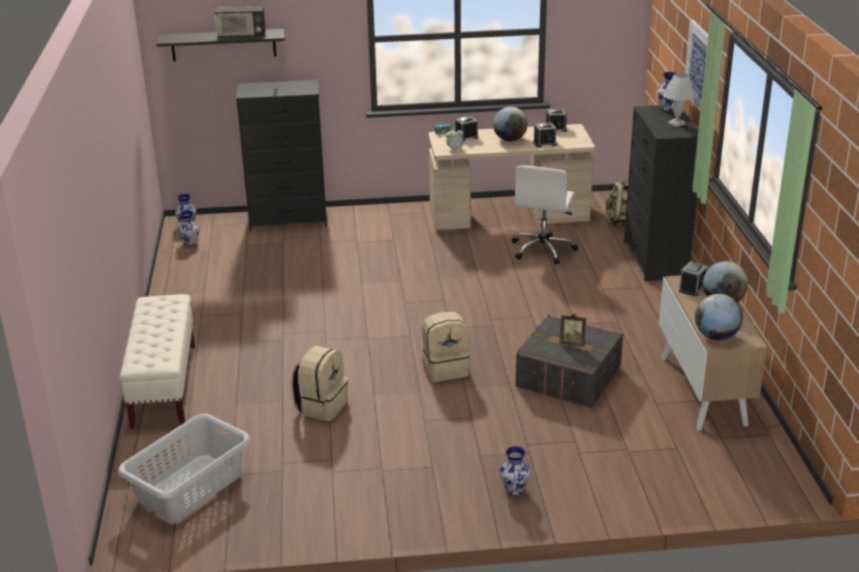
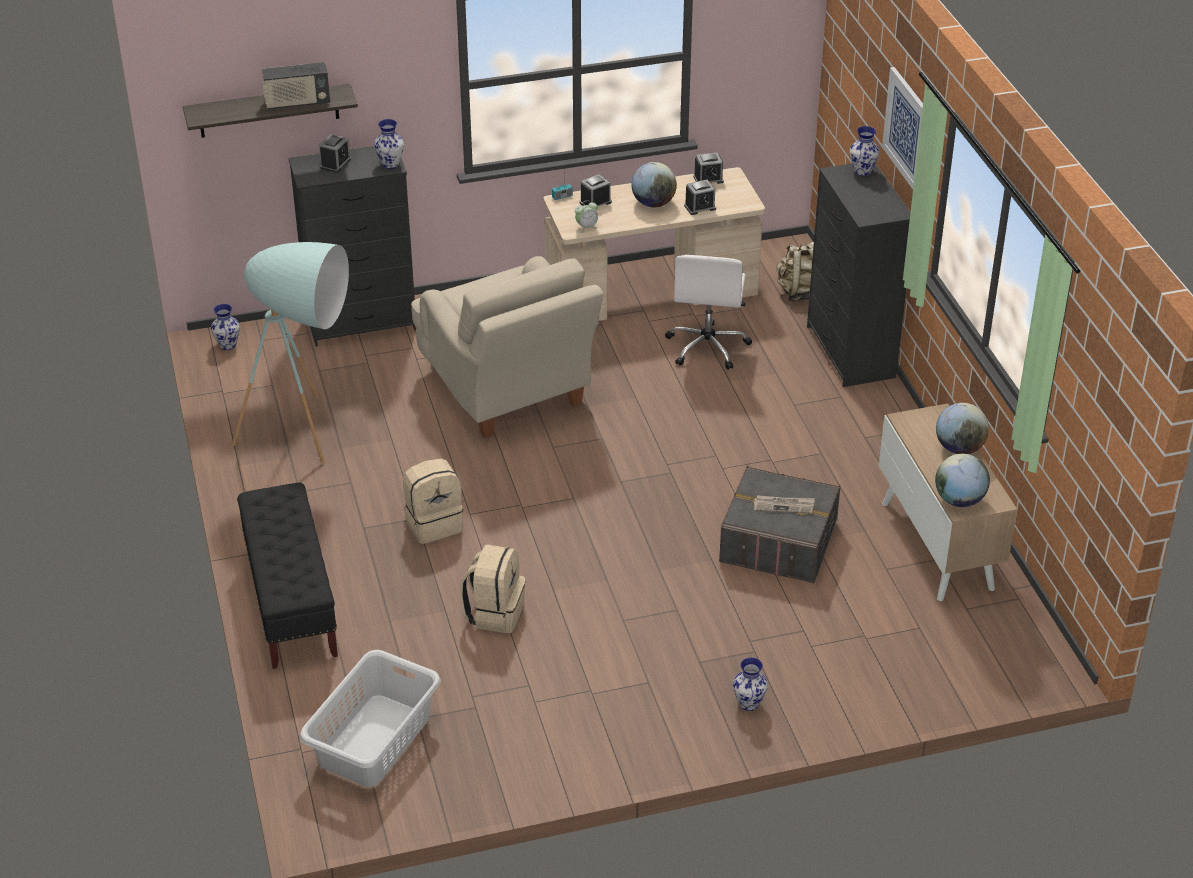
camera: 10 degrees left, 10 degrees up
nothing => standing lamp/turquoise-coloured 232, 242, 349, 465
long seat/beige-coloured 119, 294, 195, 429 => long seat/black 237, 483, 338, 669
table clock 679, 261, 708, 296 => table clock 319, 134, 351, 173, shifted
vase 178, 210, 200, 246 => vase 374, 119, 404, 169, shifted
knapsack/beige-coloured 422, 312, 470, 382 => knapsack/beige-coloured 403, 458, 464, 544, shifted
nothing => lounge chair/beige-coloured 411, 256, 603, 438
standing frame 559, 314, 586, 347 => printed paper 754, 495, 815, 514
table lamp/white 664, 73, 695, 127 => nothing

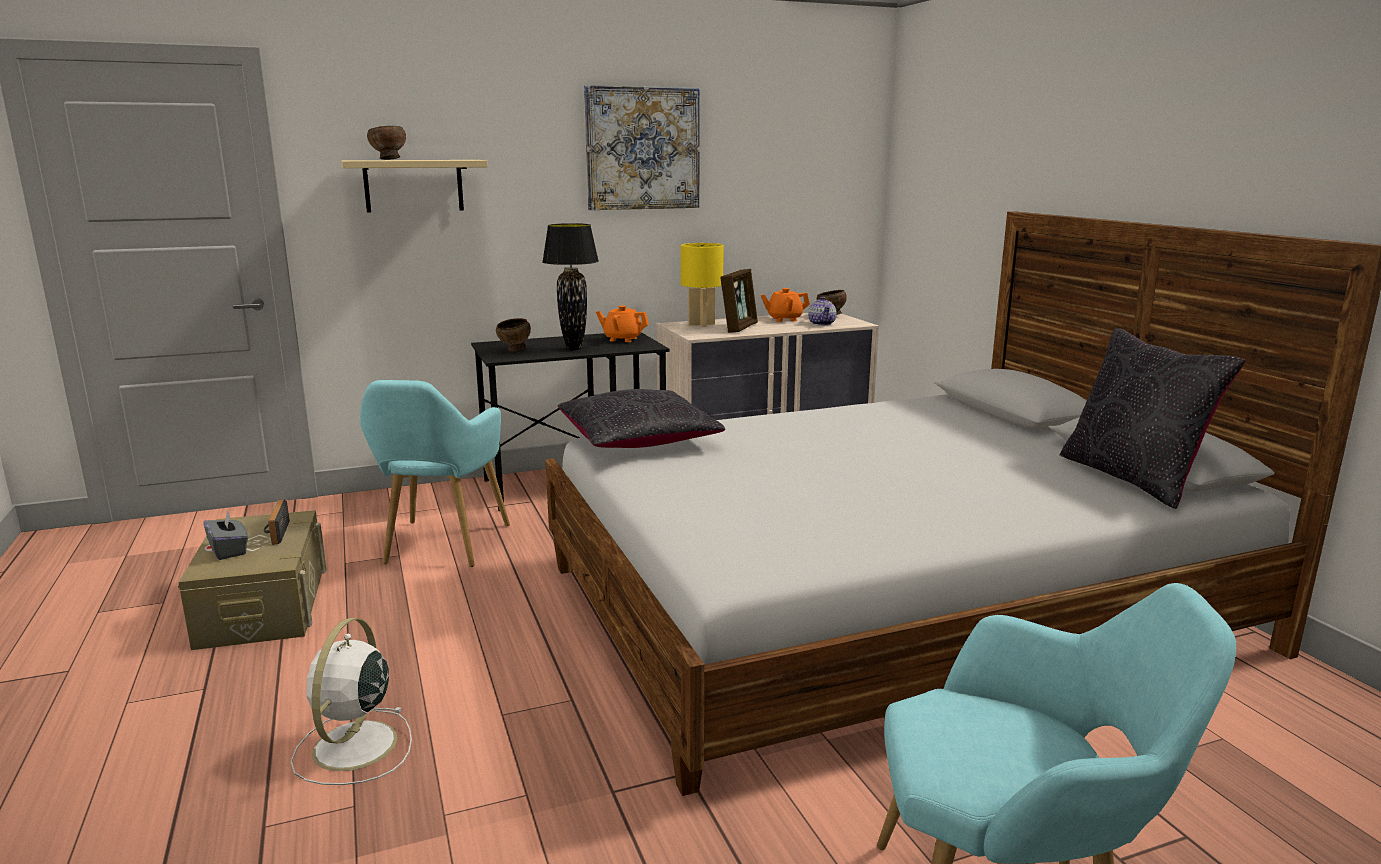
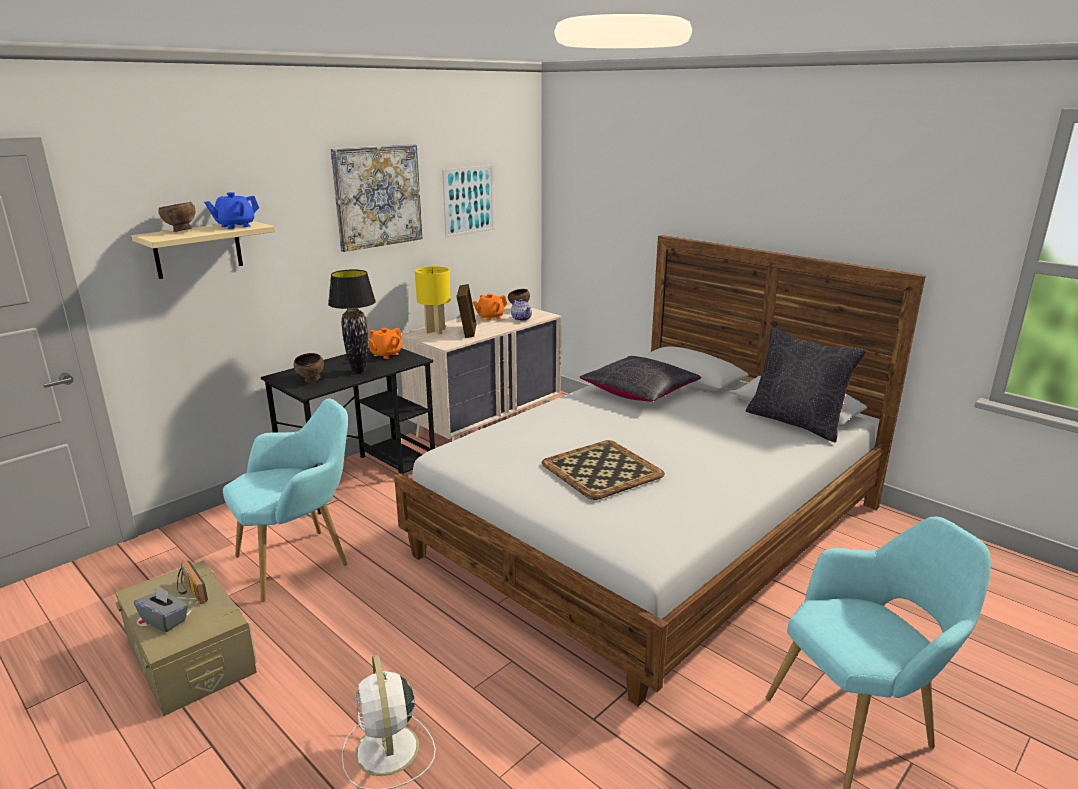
camera: 25 degrees left, 5 degrees up
nothing => pot for tea/bluish 204, 192, 259, 229
lounge chair/turquoise-coloured 360, 380, 510, 567 => lounge chair/turquoise-coloured 223, 399, 348, 602, 105 degrees counterclockwise
pot for tea/orange 596, 305, 649, 342 => pot for tea/orange 368, 328, 402, 359, 45 degrees counterclockwise
nothing => wall picture 442, 165, 494, 238
nothing => serving tray 542, 440, 665, 500
cushion/black 558, 389, 725, 448 => cushion/black 580, 356, 701, 402, shifted

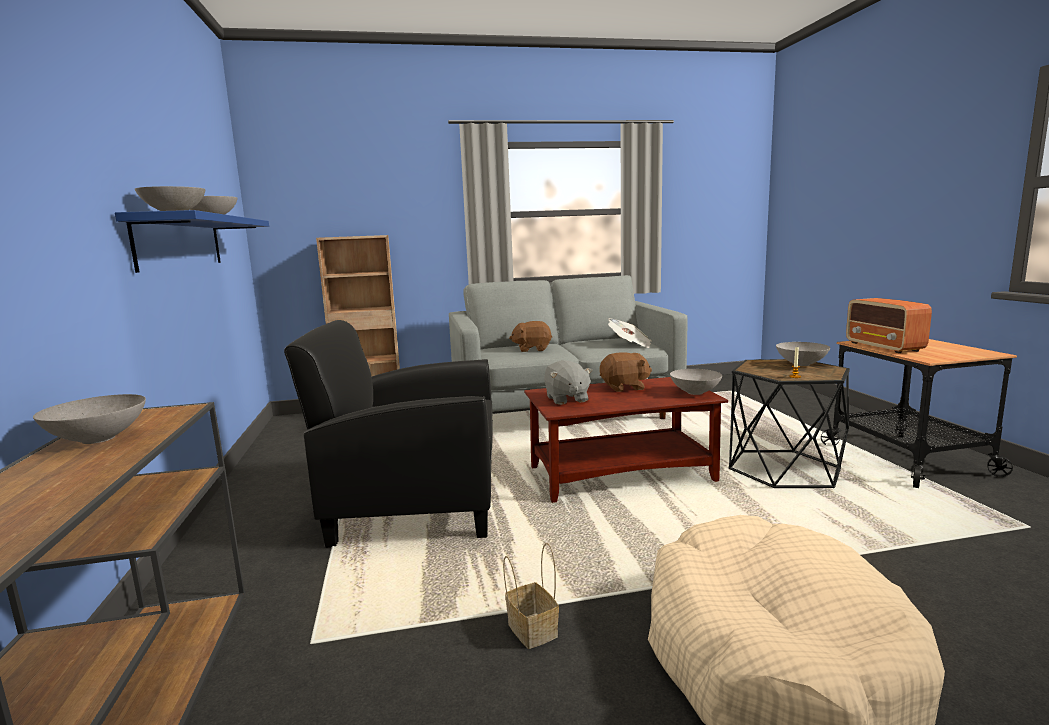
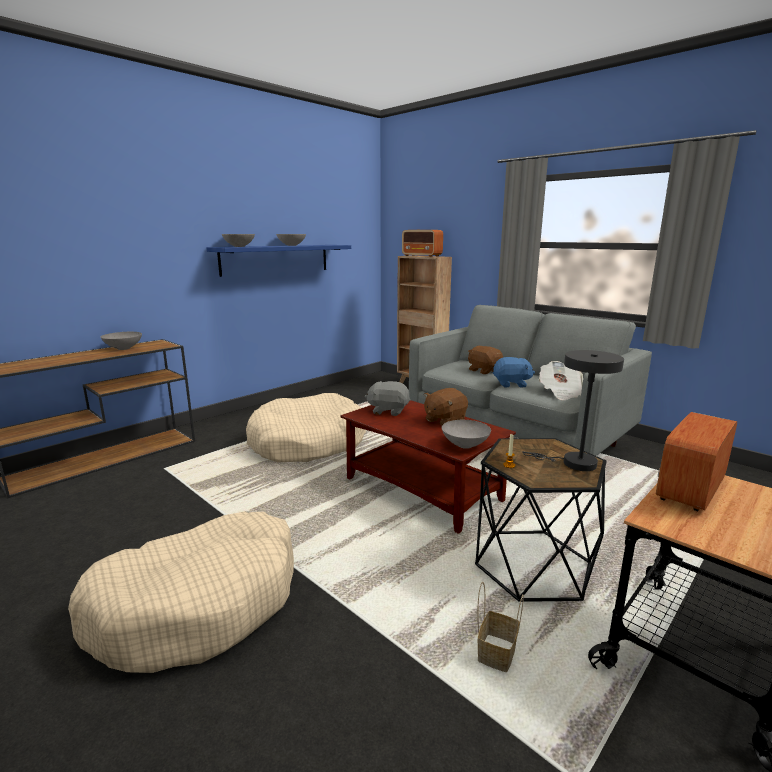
camera: 55 degrees right, 5 degrees up
lounge chair/black 284, 320, 493, 548 => dog bed/beige-coloured 246, 393, 366, 463
soft toy/gray 544, 360, 593, 405 => soft toy/gray 365, 381, 410, 416, 60 degrees clockwise
nothing => radio set 402, 230, 443, 257
soft toy/brown-coloured 599, 352, 652, 392 => soft toy/brown-coloured 424, 388, 468, 426, 90 degrees clockwise
basket 503, 543, 559, 649 => basket 477, 582, 524, 672, shifted
nothing => soft toy/bluish 493, 357, 535, 387
bowl/gray 776, 342, 830, 366 => table lamp/gray 522, 350, 624, 471

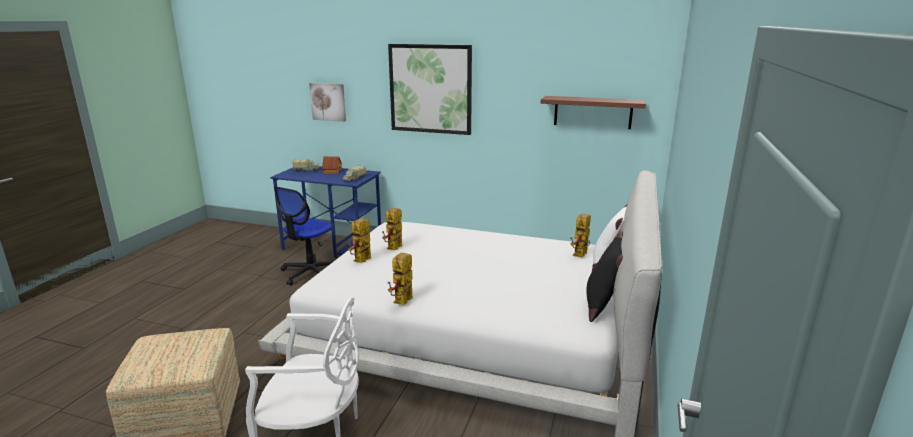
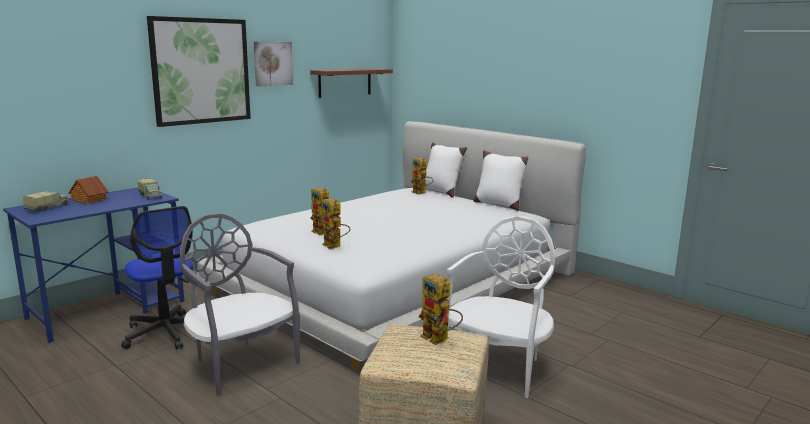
camera: 65 degrees left, 5 degrees down
nothing => chair/gray 180, 213, 300, 396
wall picture 309, 83, 346, 122 => wall picture 254, 42, 293, 86, shifted
model robot 388, 253, 413, 305 => model robot 418, 273, 463, 345, shifted
cushion/black 586, 230, 623, 322 => cushion/white 474, 150, 528, 211

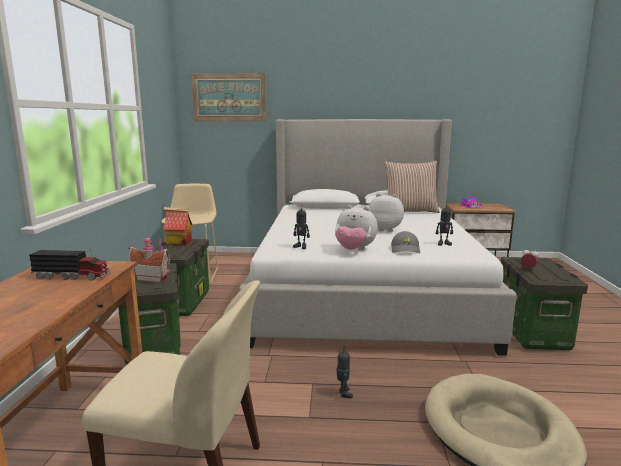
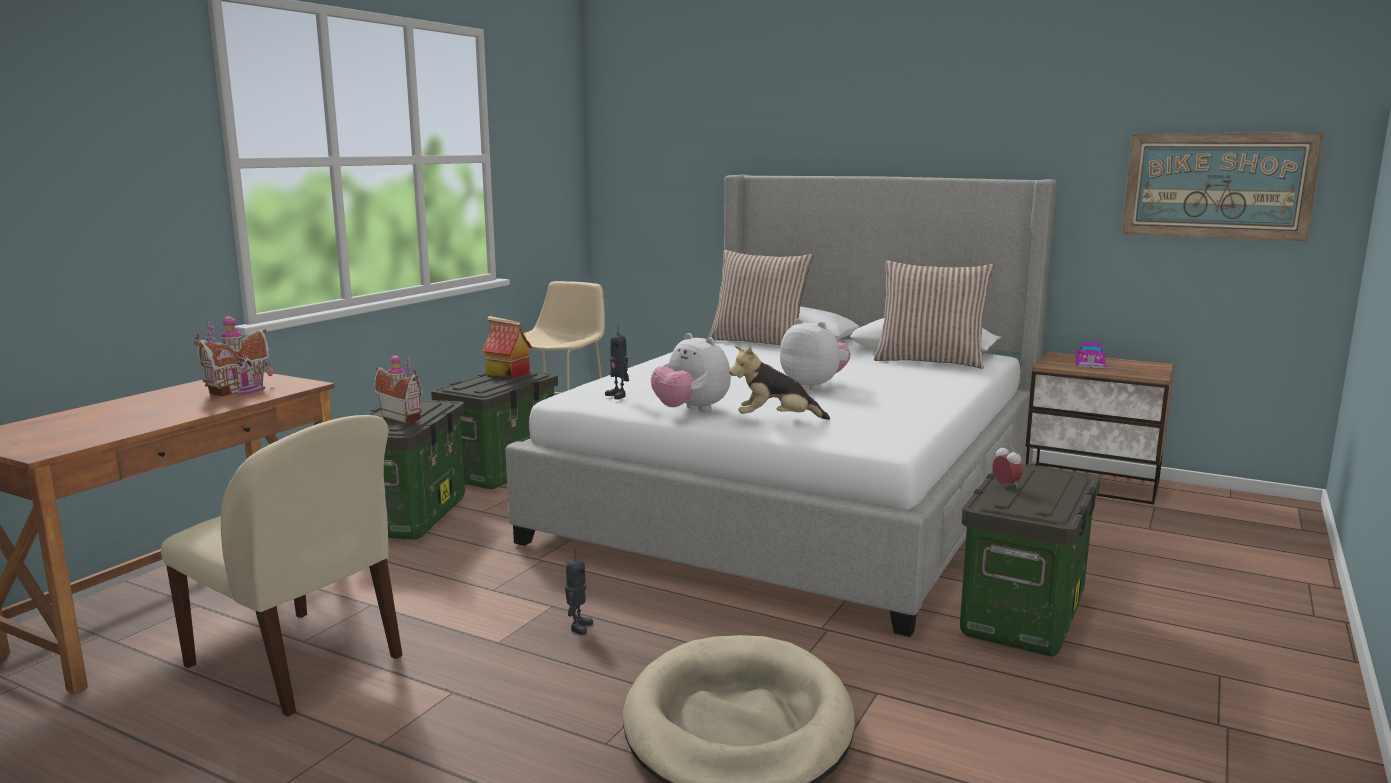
camera: 25 degrees right, 0 degrees up
model truck 29, 249, 111, 281 => model house 194, 312, 274, 396
nothing => cushion 708, 250, 813, 346
peaked cap/gray 391, 231, 420, 254 => soft toy 729, 346, 830, 420
wall picture 191, 73, 266, 121 => wall picture 1122, 132, 1324, 242, shifted
model robot 436, 204, 453, 246 => nothing

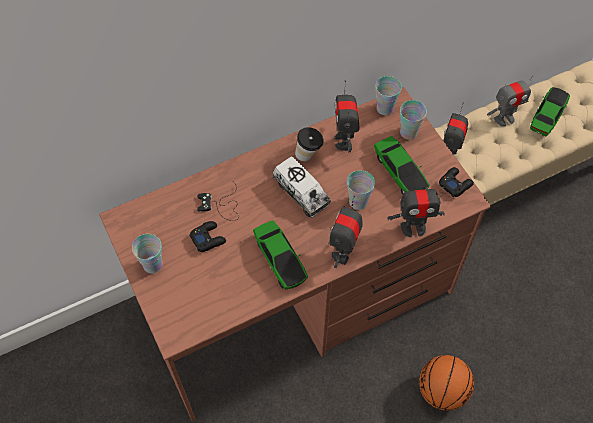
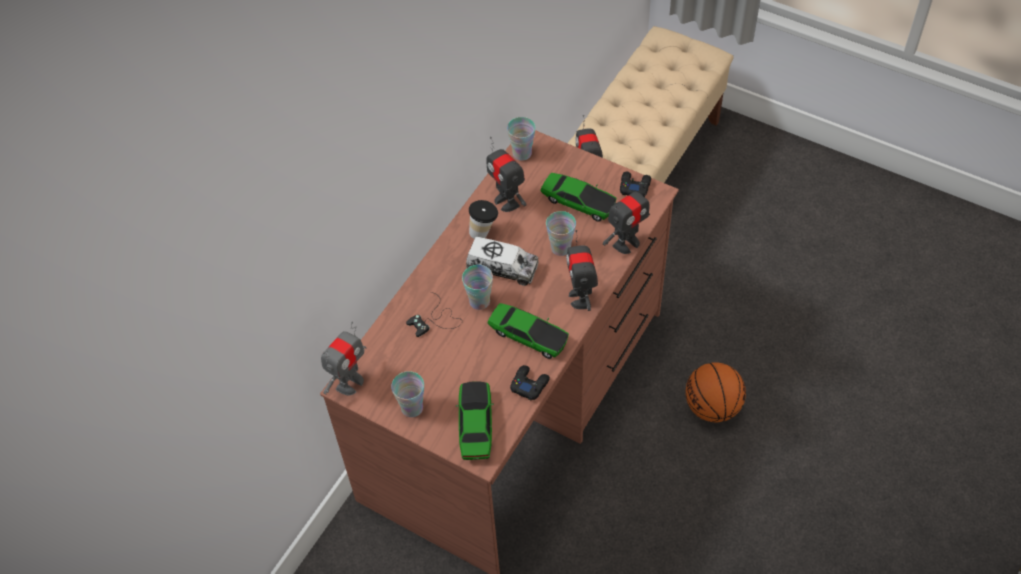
camera: 30 degrees left, 5 degrees down
model robot 487, 76, 534, 127 => model robot 321, 322, 366, 395, shifted
model car 530, 87, 570, 136 => model car 456, 381, 494, 460, shifted
small cup 400, 100, 427, 140 => small cup 462, 265, 493, 310, shifted
gamepad/black 189, 221, 226, 252 => gamepad/black 510, 365, 550, 401, shifted

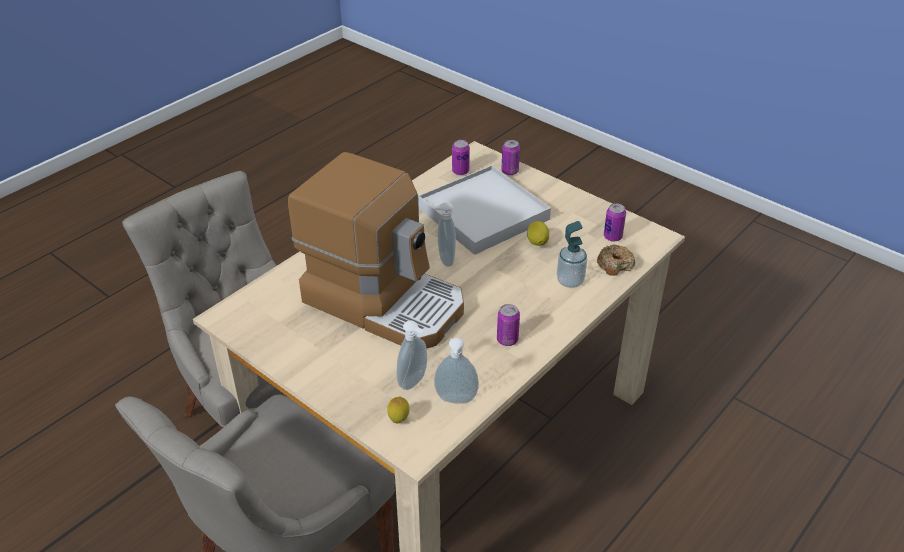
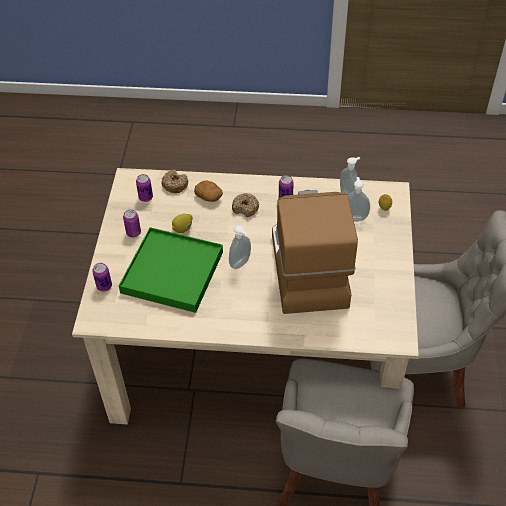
camera: 125 degrees left, 10 degrees up
serving tray/white 418, 165, 551, 255 => serving tray/green-coloured 119, 227, 223, 313
sealed can 452, 140, 470, 175 => sealed can 123, 209, 141, 237, shifted
soap bottle 557, 221, 587, 288 => spud 194, 181, 223, 202
nothing => ring doughnut 232, 193, 259, 217

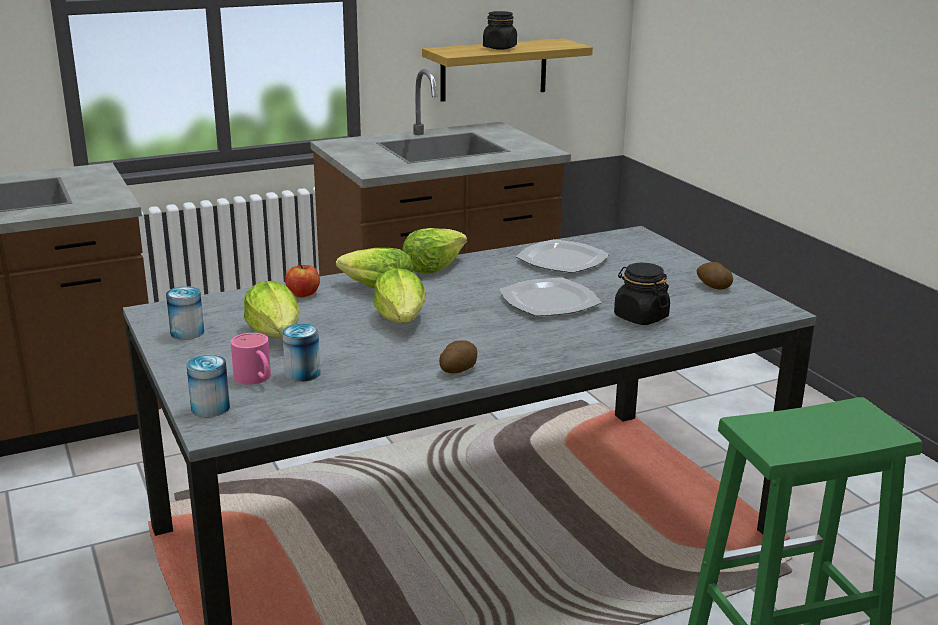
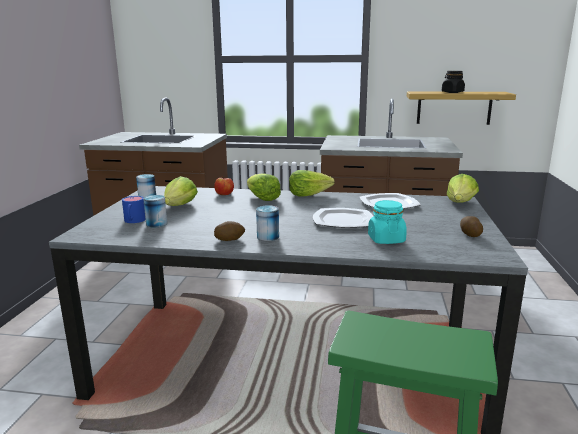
camera: 35 degrees right, 5 degrees down
tea mug/pinkish 231, 333, 271, 385 => tea mug/bluish 122, 196, 146, 223
sealed can 187, 355, 230, 417 => sealed can 256, 206, 279, 241, shifted
jar/black 614, 263, 670, 325 => jar/turquoise-coloured 368, 200, 407, 244
head of lettuce 374, 268, 426, 323 => head of lettuce 447, 174, 479, 203, shifted

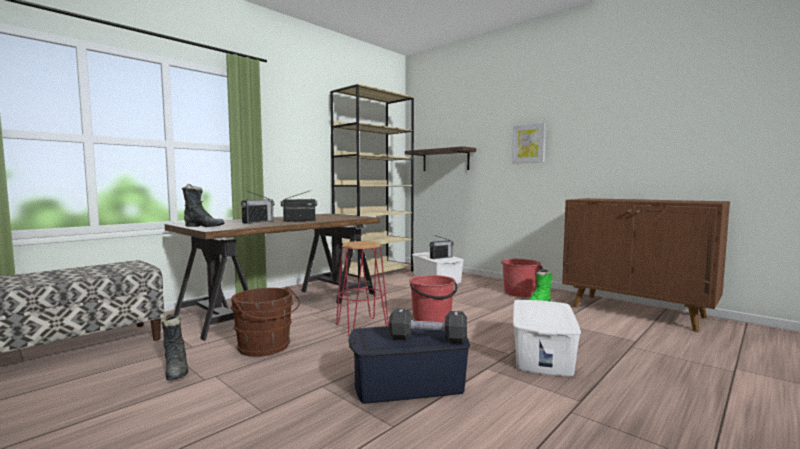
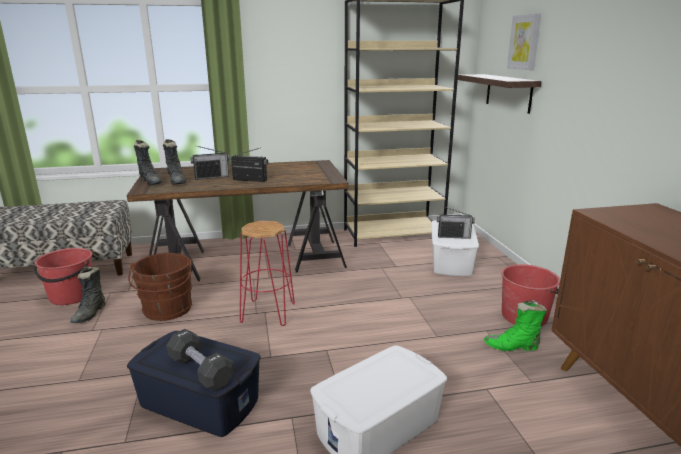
camera: 35 degrees right, 15 degrees up
water bucket/red 409, 275, 457, 323 => water bucket/red 34, 248, 92, 305, shifted
nothing => boot/black 163, 139, 186, 184
wall picture 512, 122, 546, 163 => wall picture 507, 13, 541, 70, shifted

